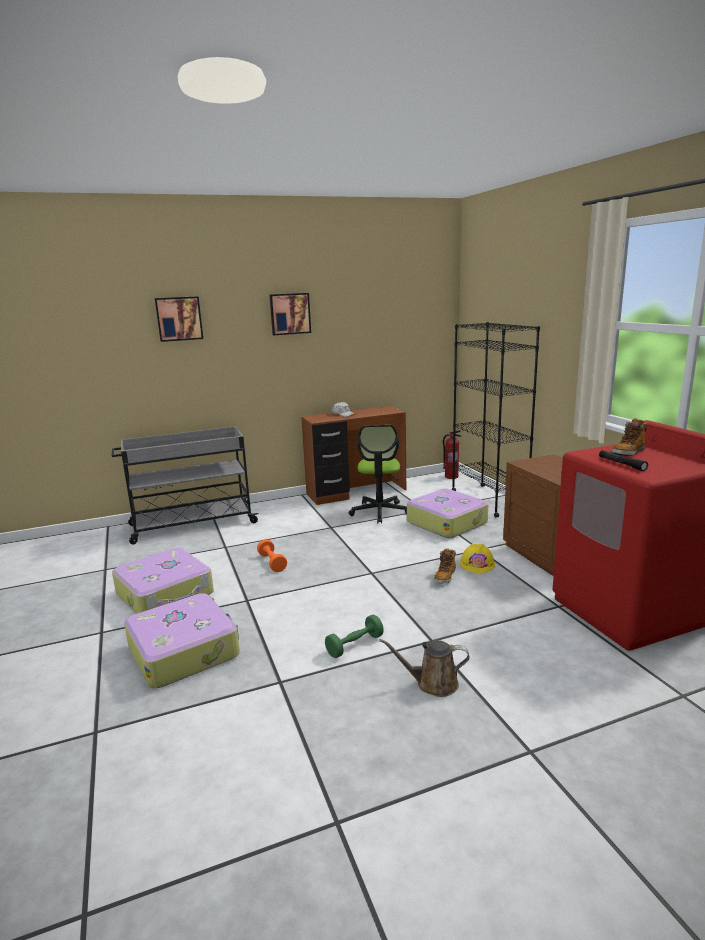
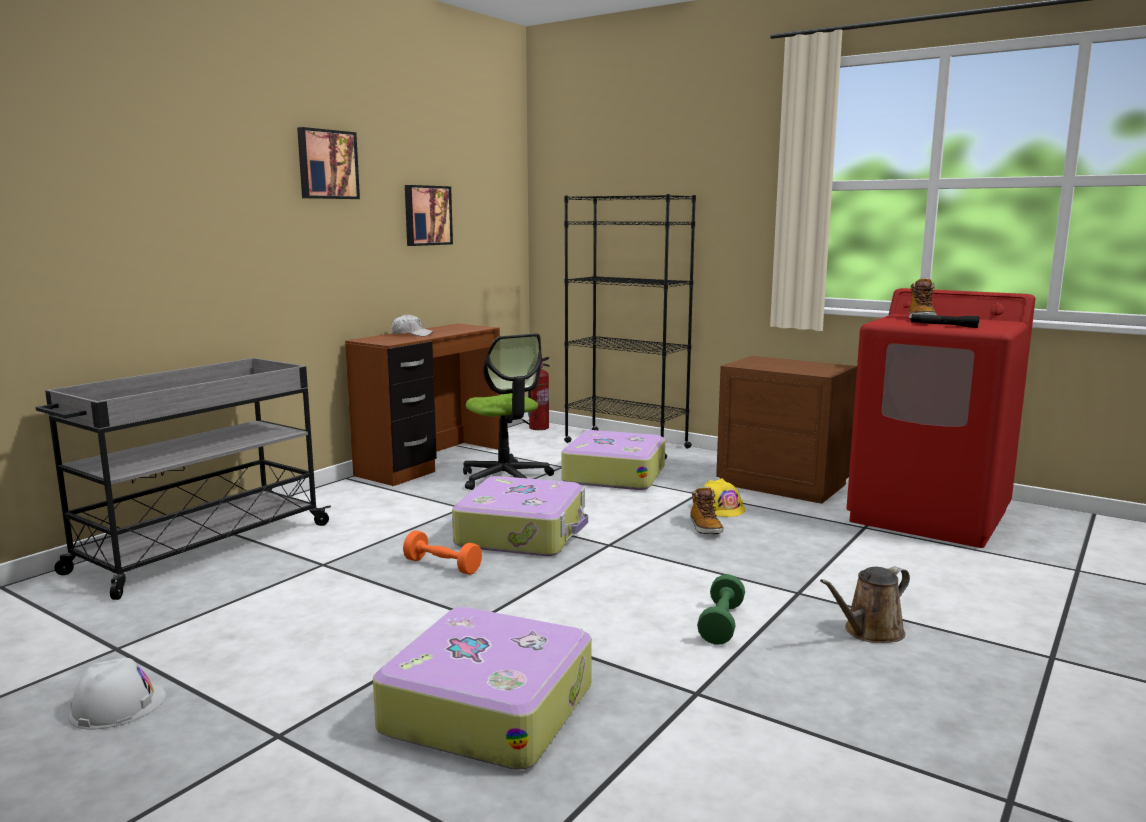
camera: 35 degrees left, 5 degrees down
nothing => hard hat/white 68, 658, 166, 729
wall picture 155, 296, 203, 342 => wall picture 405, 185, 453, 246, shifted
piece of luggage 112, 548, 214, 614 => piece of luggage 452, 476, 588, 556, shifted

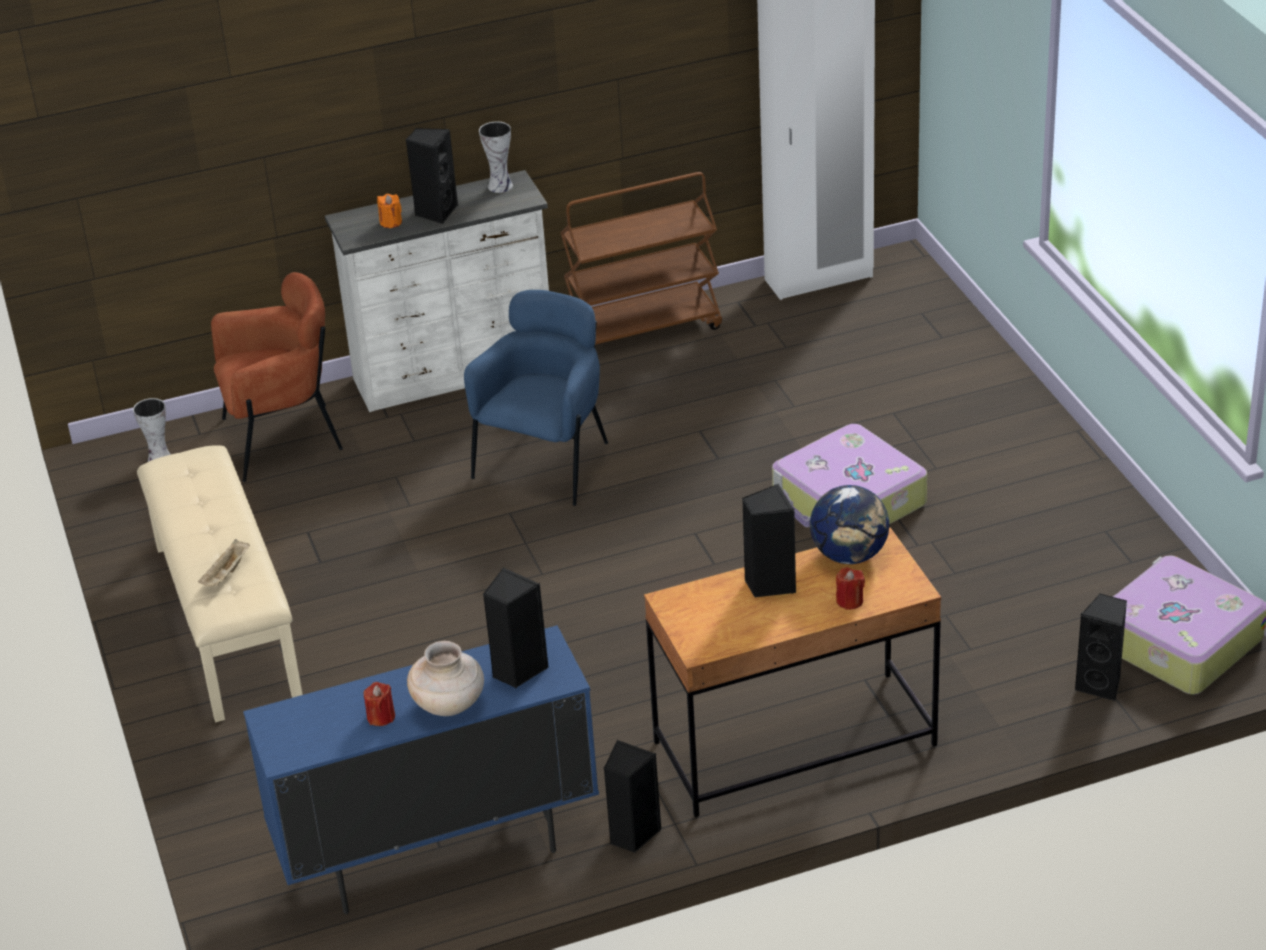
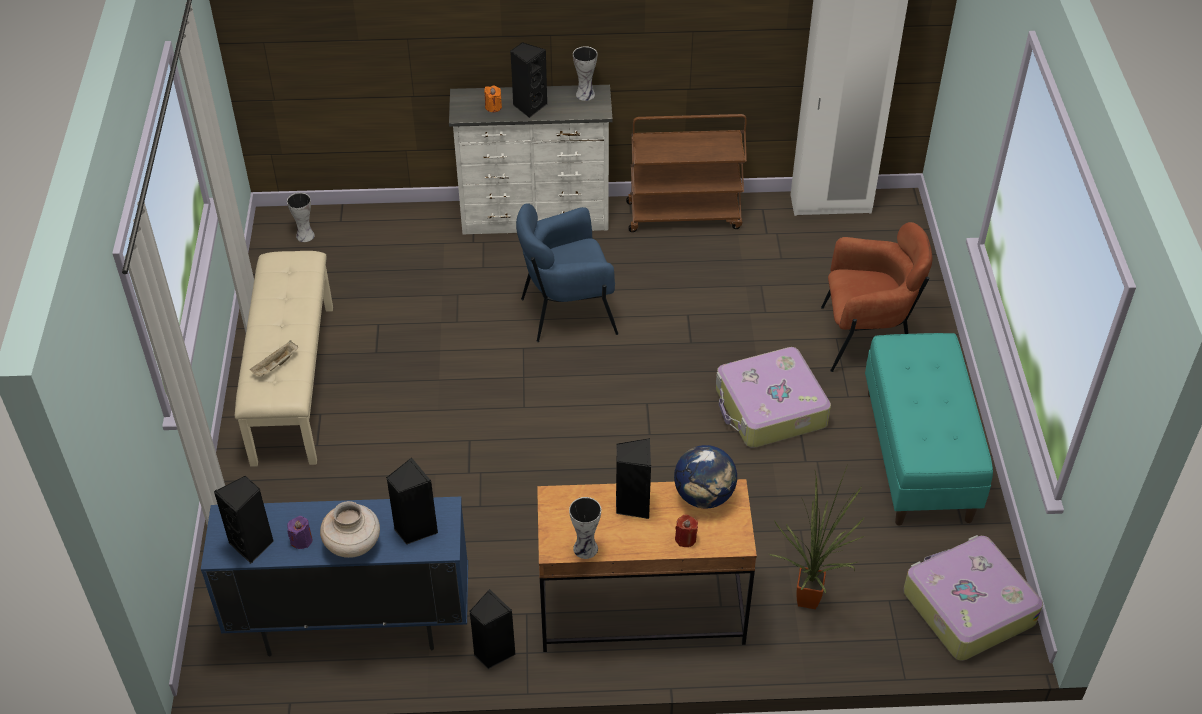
camera: 15 degrees right, 10 degrees up
audio speaker/black 1075, 593, 1127, 701 => audio speaker/black 214, 475, 274, 564, shifted
candle/red 364, 682, 395, 726 => candle/purple 287, 516, 312, 549
lounge chair/bluish 464, 290, 608, 506 => lounge chair/bluish 516, 203, 619, 342, 150 degrees counterclockwise
nothing => vase 569, 497, 601, 559
nothing => potted plant 769, 467, 865, 609
lounge chair/brown-coloured 211, 272, 343, 482 => lounge chair/brown-coloured 821, 222, 933, 372, shifted
nothing => long seat/turquoise-coloured 865, 333, 993, 526

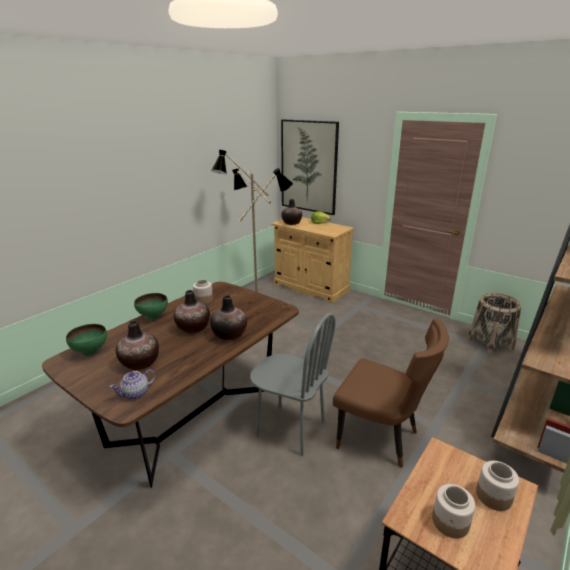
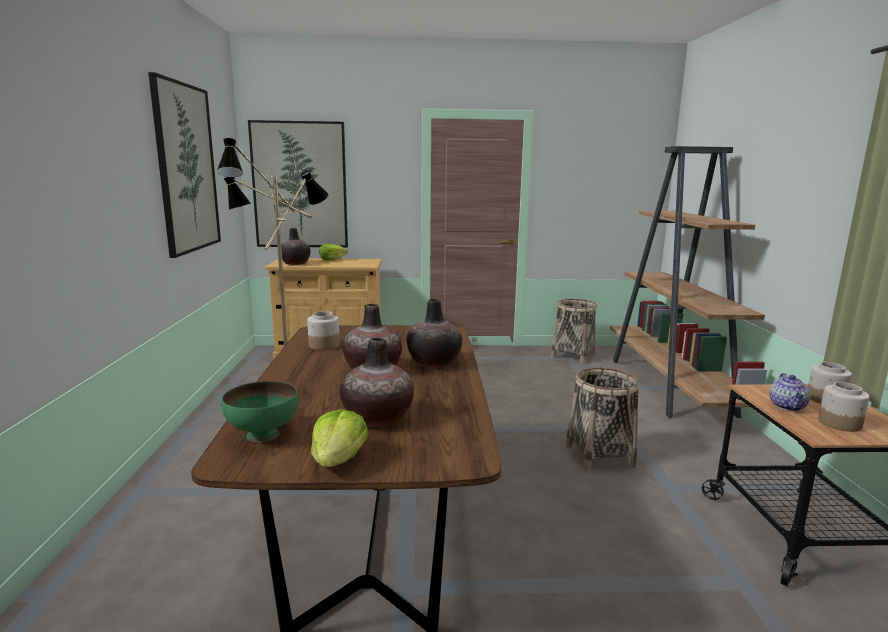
camera: 40 degrees left, 10 degrees down
nothing => wall picture 148, 72, 221, 258
nothing => head of lettuce 311, 409, 368, 467
chair/brown-coloured 333, 319, 449, 468 => basket 566, 367, 639, 471
pot for tea 109, 369, 156, 400 => pot for tea 770, 373, 810, 411, shifted
bowl/green-coloured 134, 293, 168, 321 => nothing
chair/gray 250, 313, 336, 456 => nothing

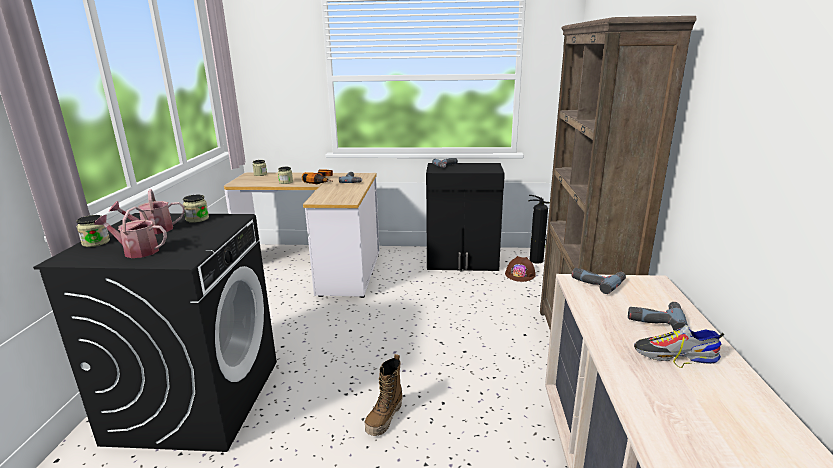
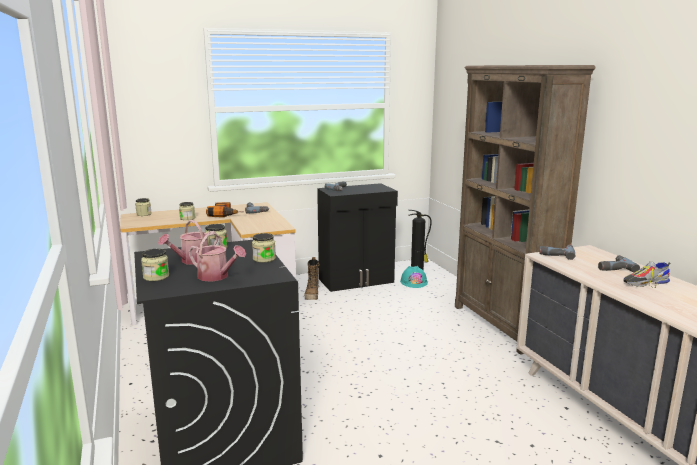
camera: 25 degrees left, 5 degrees down
watering pot 94, 207, 167, 258 => watering pot 188, 232, 246, 282, 135 degrees counterclockwise
nothing => jar 252, 233, 276, 263
boot 365, 354, 403, 436 => boot 304, 257, 320, 300, shifted
hard hat/brown-coloured 505, 256, 536, 282 => hard hat/turquoise-coloured 400, 266, 428, 288

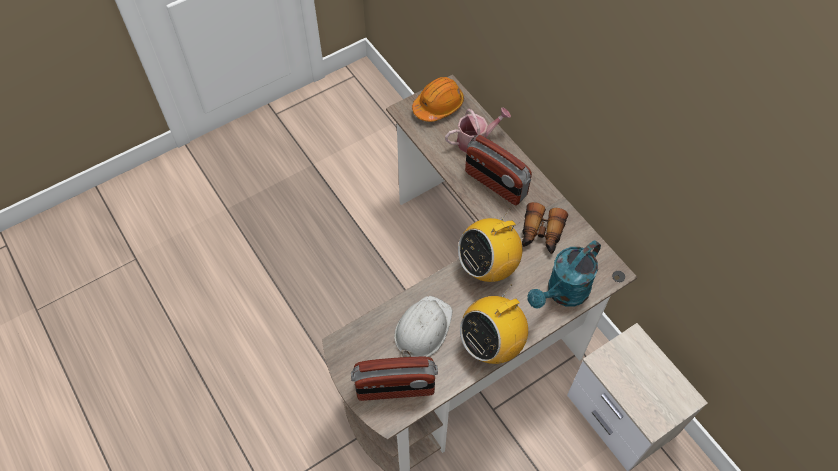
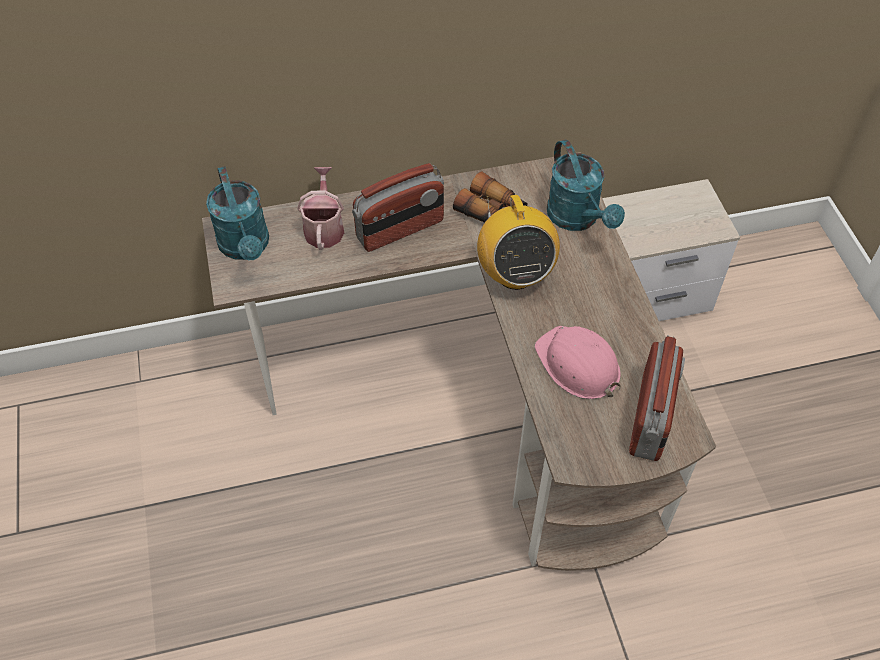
camera: 70 degrees left, 5 degrees down
hard hat/orange 412, 77, 464, 122 => watering pot/turquoise-coloured 206, 166, 269, 260
hard hat/white 394, 296, 453, 357 => hard hat/pinkish 535, 326, 621, 399
radio set 460, 285, 528, 364 => nothing

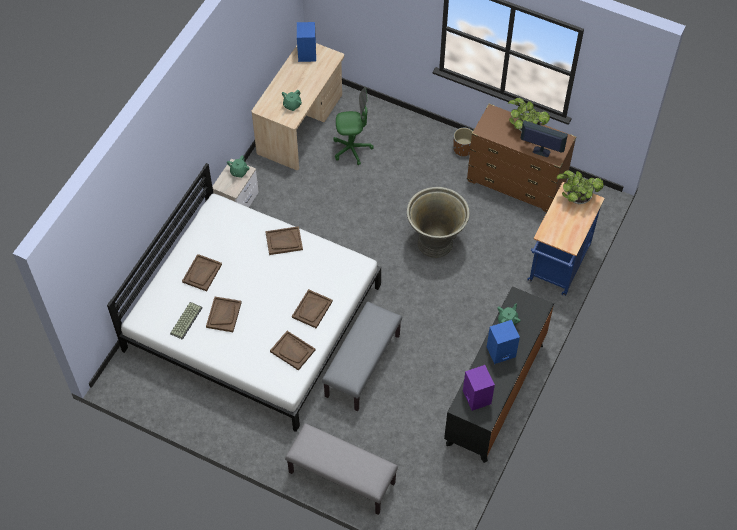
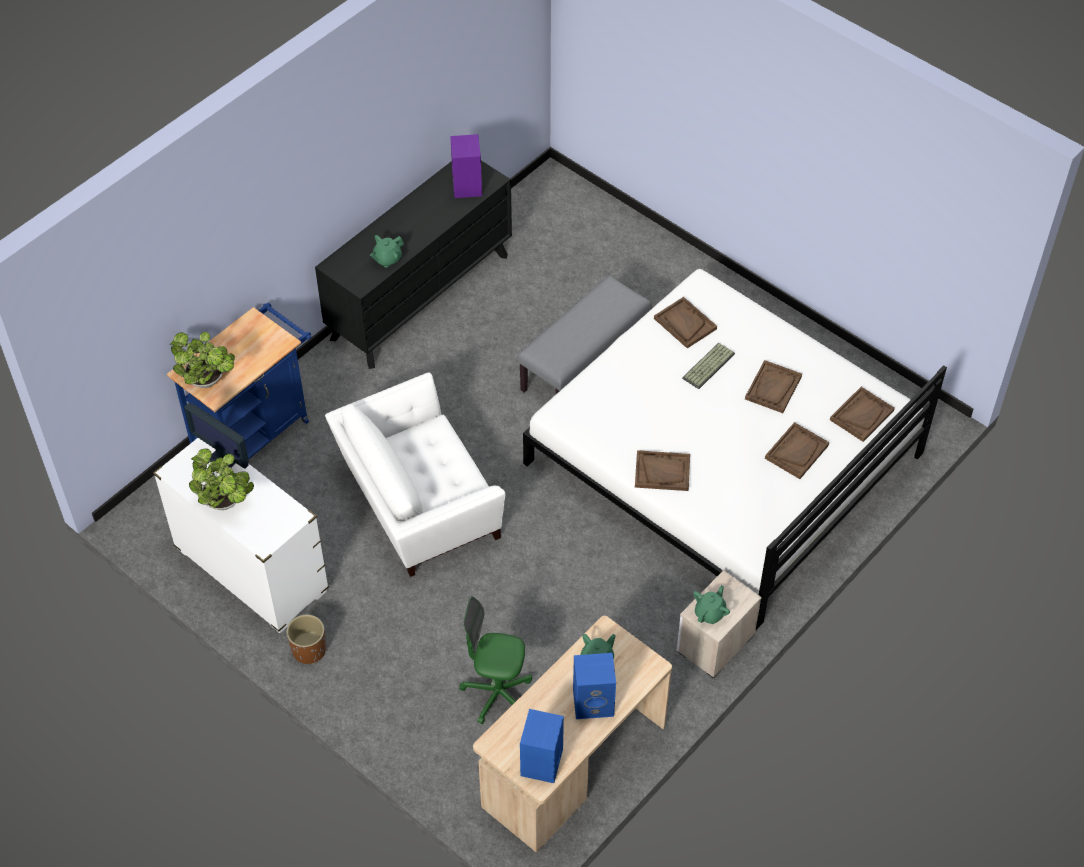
camera: 165 degrees left, 5 degrees down
drawer chest/brown-coloured 467, 104, 576, 212 => drawer chest/white 153, 438, 329, 633
flower pot/gray 407, 187, 469, 258 => lounge chair/white 325, 372, 506, 577
audio speaker/bluish 487, 320, 520, 364 => audio speaker/bluish 573, 653, 616, 719, shifted
PC keyboard 170, 302, 203, 340 => PC keyboard 682, 343, 735, 389, shifted
serving tray/brown-coloured 292, 289, 333, 328 => serving tray/brown-coloured 830, 387, 895, 442, shifted
long seat/gray 285, 423, 398, 515 => nothing

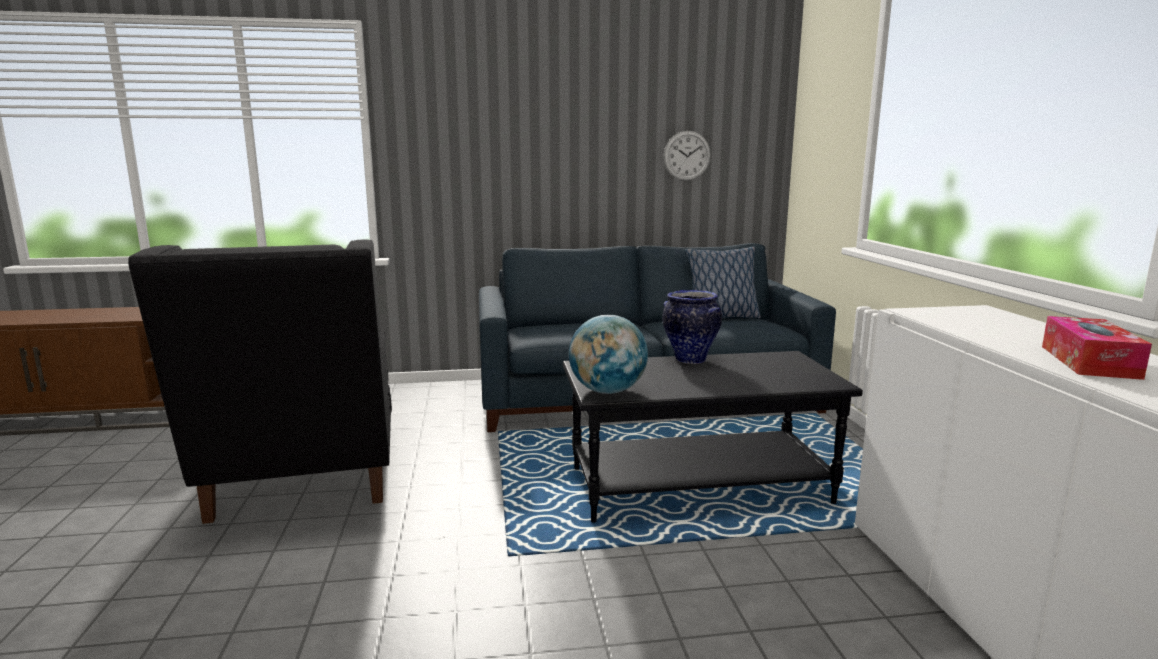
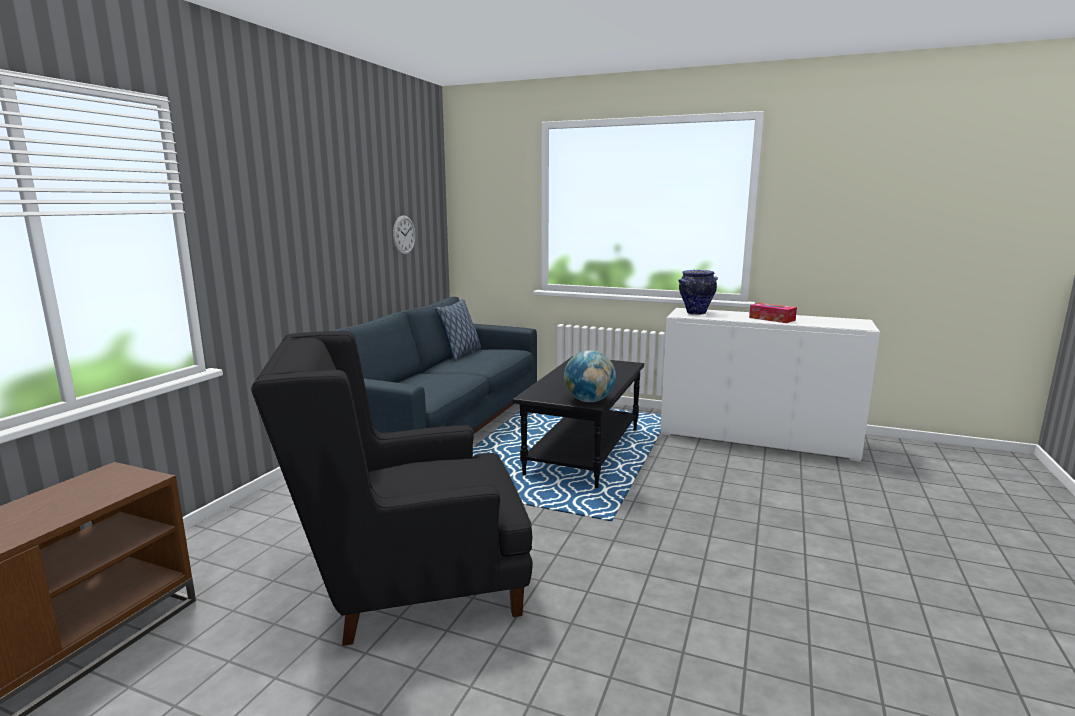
camera: 60 degrees left, 0 degrees up
lounge chair/black 128, 240, 392, 524 => lounge chair/black 251, 331, 533, 646, 150 degrees clockwise
vase 662, 290, 722, 364 => vase 678, 270, 718, 315, shifted

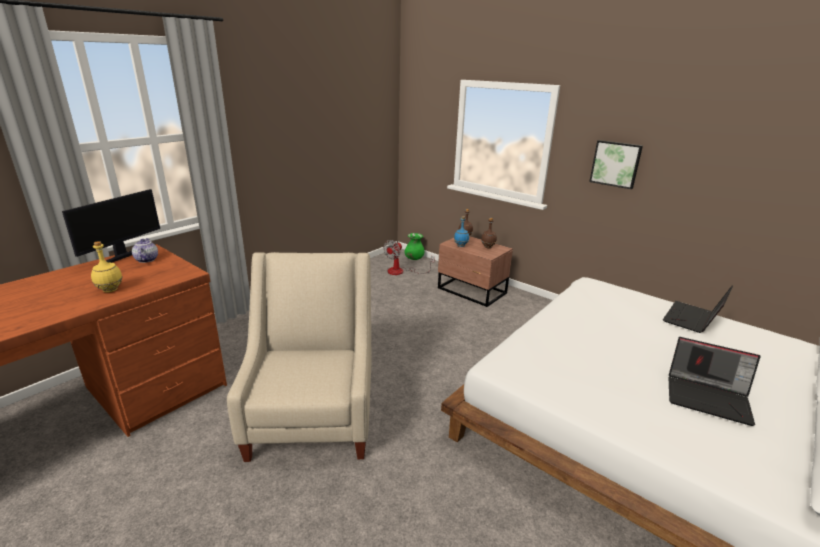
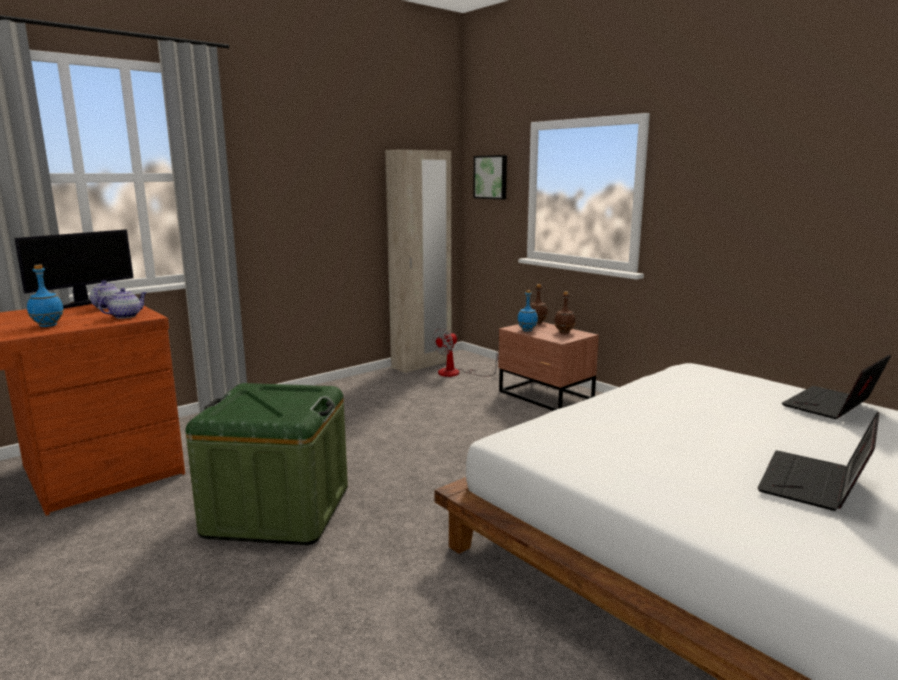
camera: 10 degrees right, 10 degrees down
drink bottle/yellowish 91, 241, 123, 292 => drink bottle/bluish 27, 265, 64, 327
nothing => pot for tea 98, 288, 147, 319
lounge chair/beige-coloured 227, 252, 371, 462 => storage box/green-coloured 185, 383, 348, 545
nothing => clothes cupboard/beige-coloured 385, 149, 451, 373
wall picture 589, 140, 643, 189 => wall picture 473, 155, 507, 200, shifted
portable computer 668, 337, 761, 426 => portable computer 757, 411, 879, 511, 90 degrees clockwise
vase/green-coloured 404, 233, 425, 260 => nothing

